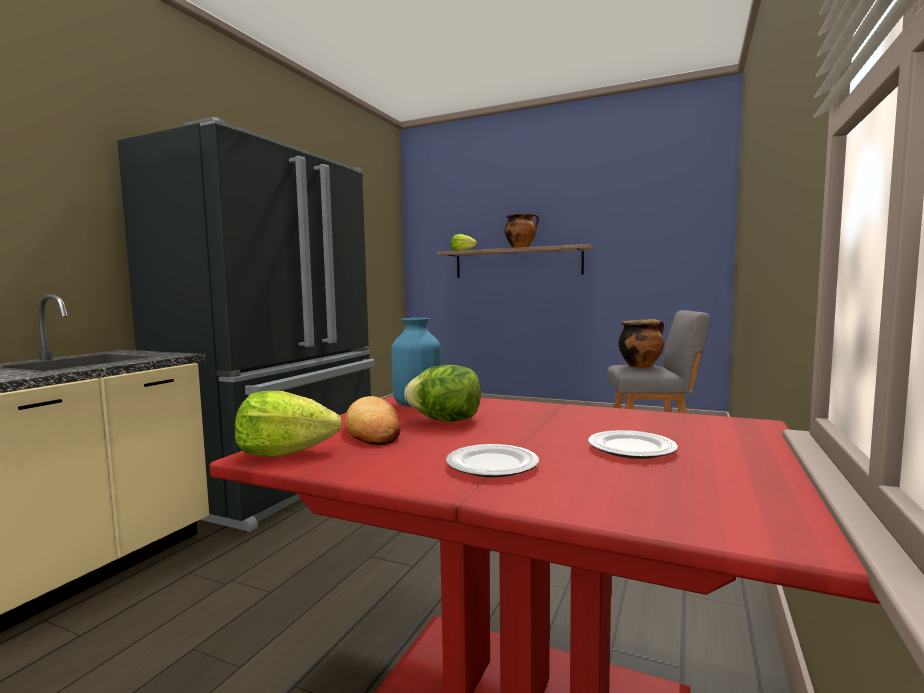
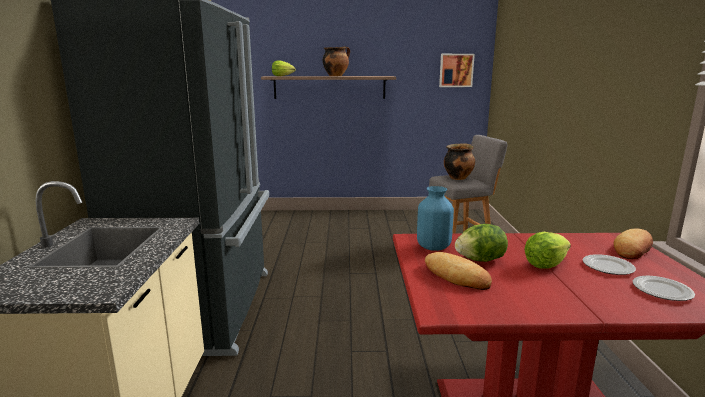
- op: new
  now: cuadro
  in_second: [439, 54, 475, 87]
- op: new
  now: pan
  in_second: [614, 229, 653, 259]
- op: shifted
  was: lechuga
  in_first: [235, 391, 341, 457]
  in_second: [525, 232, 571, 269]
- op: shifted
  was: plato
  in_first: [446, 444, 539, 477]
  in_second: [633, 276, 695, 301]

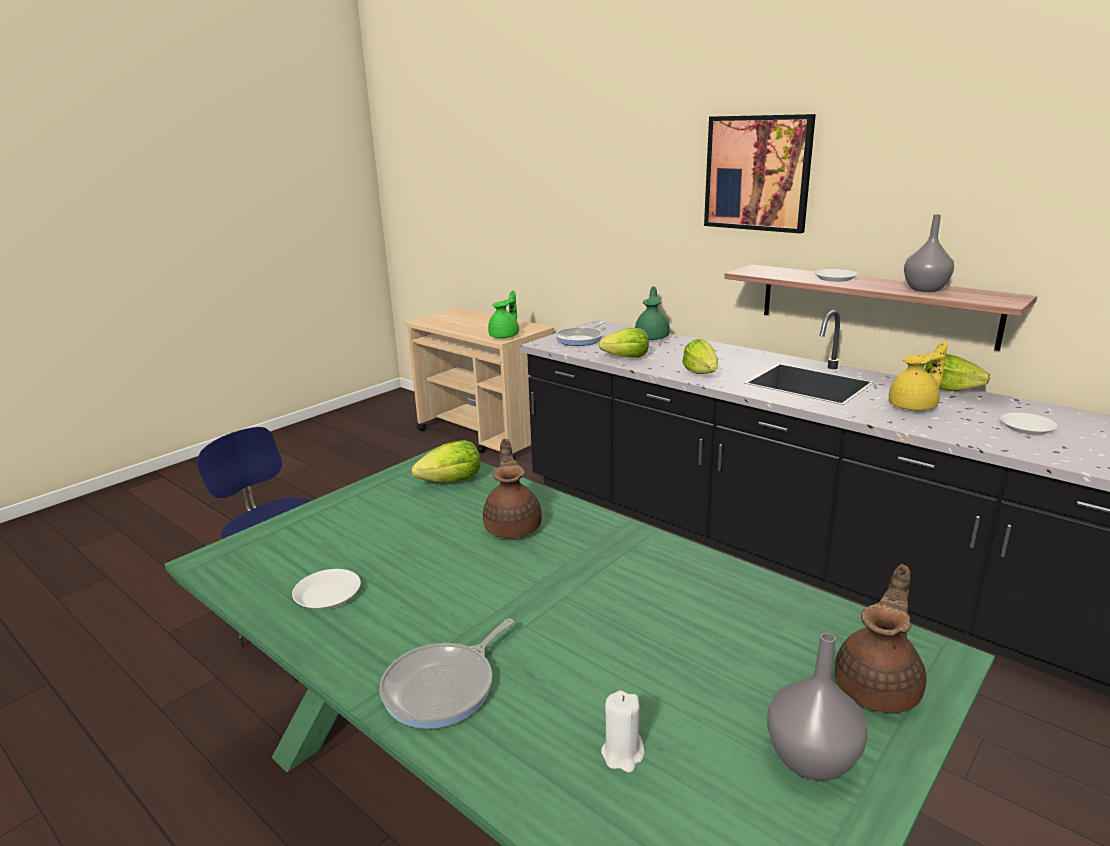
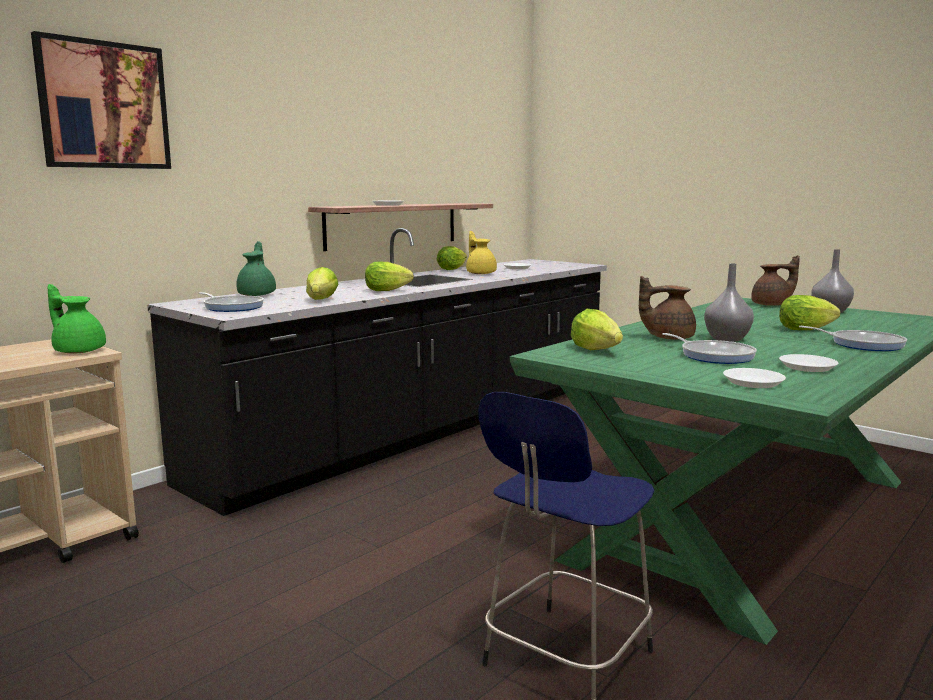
- op: gone
  was: vela (blanco)
  in_first: [601, 690, 644, 772]
- op: new
  now: sartén
  in_second: [662, 333, 757, 364]
- op: new
  now: plato (blanco)
  in_second: [723, 368, 786, 388]
- op: new
  now: lechuga
  in_second: [779, 295, 840, 330]
- op: shifted
  was: cuadro
  in_first: [704, 114, 816, 234]
  in_second: [31, 31, 171, 169]
- op: shifted
  was: florero (gris)
  in_first: [904, 214, 954, 292]
  in_second: [704, 263, 754, 342]
- op: rotated
  was: tetera (verde)
  in_first: [635, 286, 670, 340]
  in_second: [236, 241, 276, 296]
  clockwise: 75
- op: rotated
  was: tetera (marrón)
  in_first: [835, 564, 927, 713]
  in_second: [751, 255, 800, 306]
  clockwise: 135

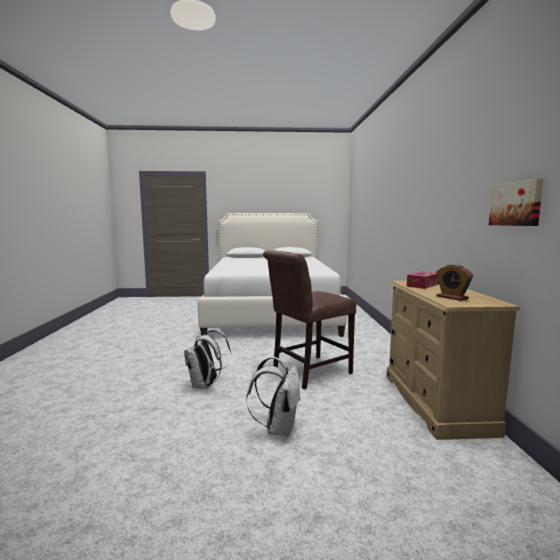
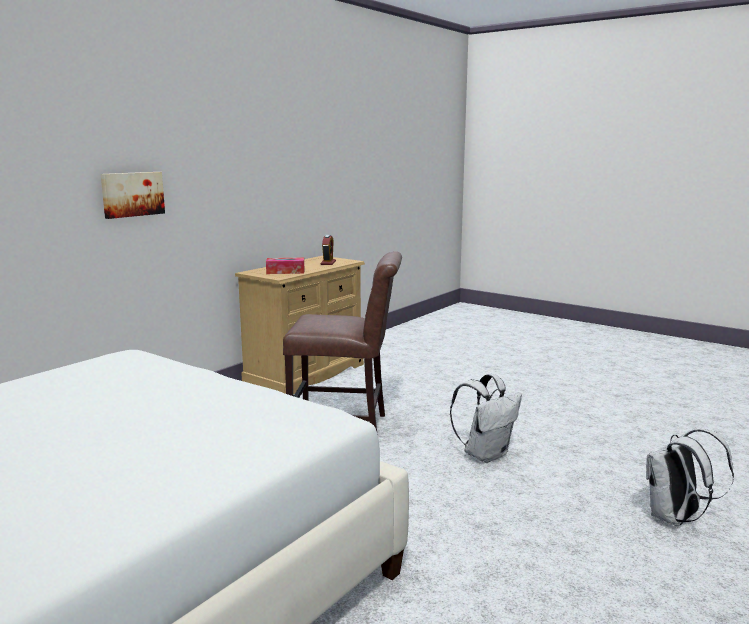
- op: shifted
  was: mochila (blanco)
  in_first: [246, 357, 301, 437]
  in_second: [646, 429, 734, 526]
- op: shifted
  was: cuadro
  in_first: [489, 179, 544, 226]
  in_second: [101, 172, 165, 219]

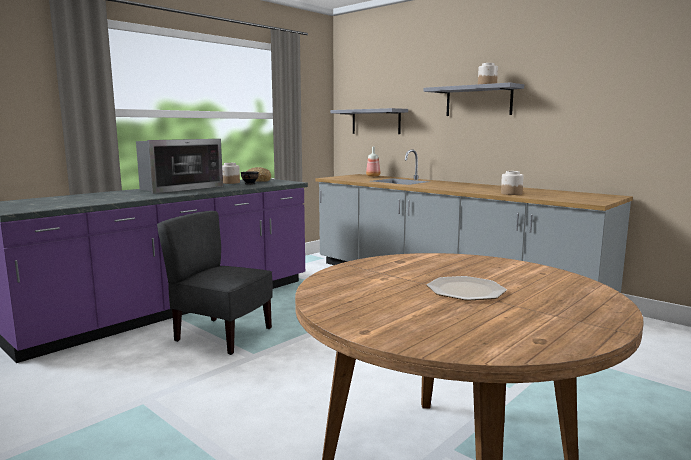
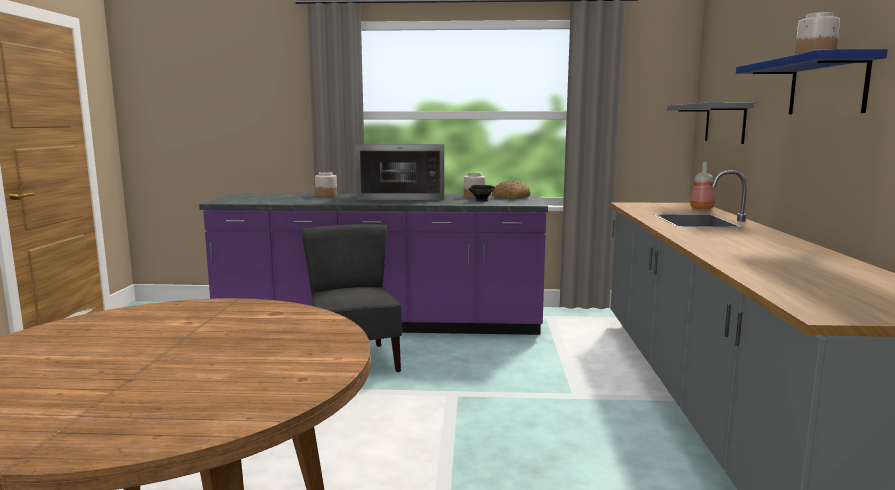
- op: gone
  was: plato
  in_first: [427, 276, 507, 301]
- op: shifted
  was: tarro
  in_first: [501, 171, 524, 195]
  in_second: [315, 172, 337, 197]
- op: repainted
  was: estante (gris)
  now: estante (azul)
  in_first: [424, 83, 524, 116]
  in_second: [736, 49, 888, 115]

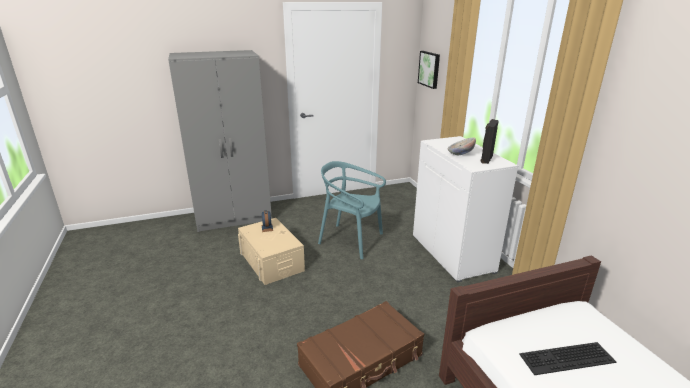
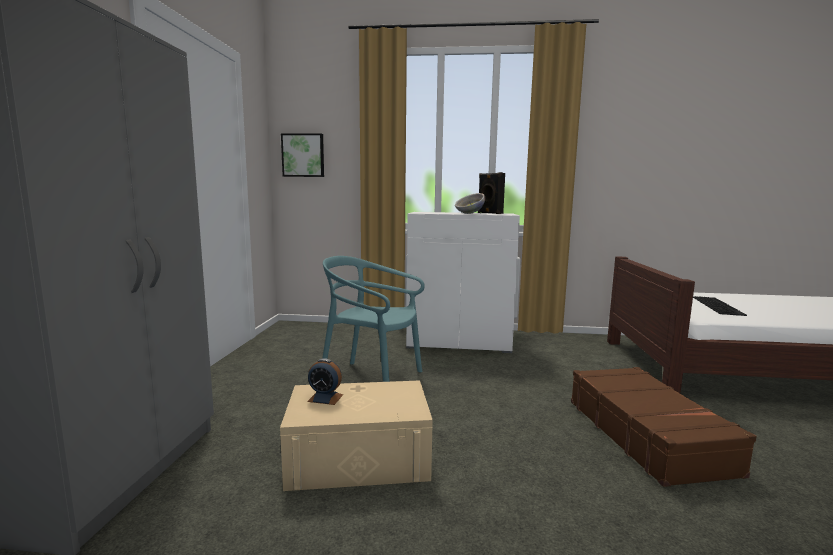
- op: rotated
  was: silla (turquesa)
  in_first: [318, 161, 386, 259]
  in_second: [322, 256, 425, 382]
  clockwise: 60

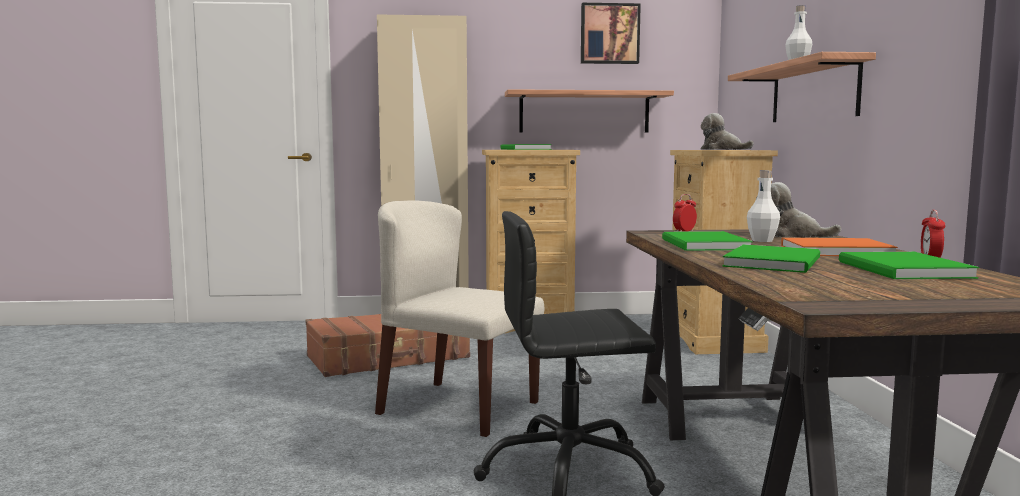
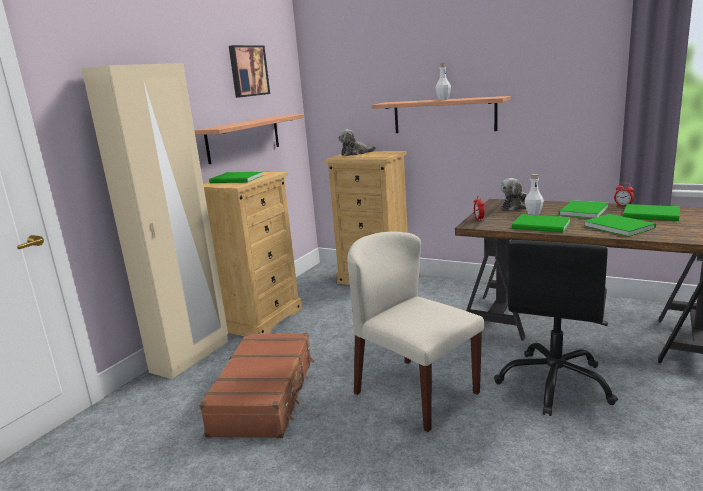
- op: repainted
  was: libro (naranja)
  now: libro (verde)
  in_first: [781, 238, 898, 256]
  in_second: [558, 200, 609, 218]
- op: rotated
  was: silla (beis)
  in_first: [375, 200, 544, 437]
  in_second: [347, 232, 484, 432]
  clockwise: 75

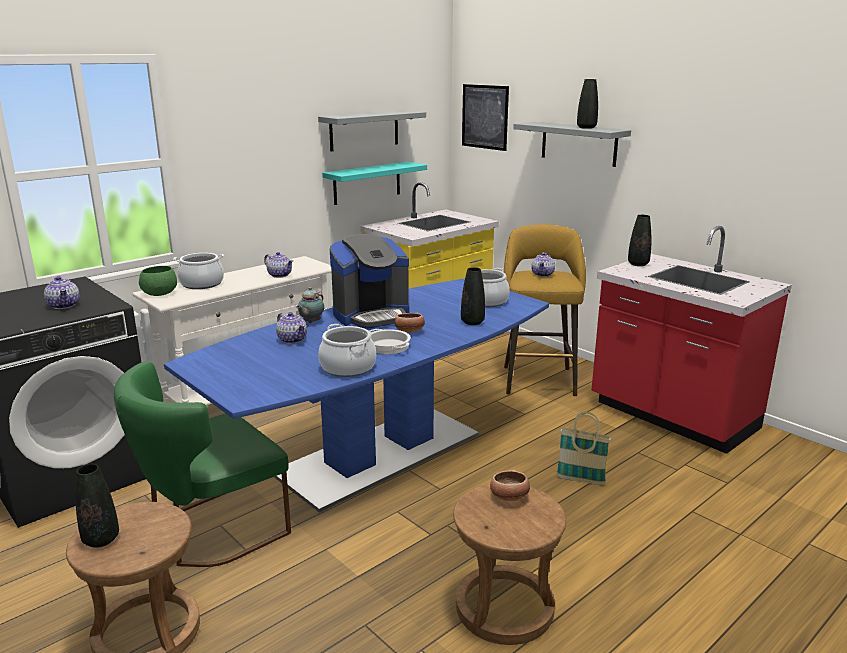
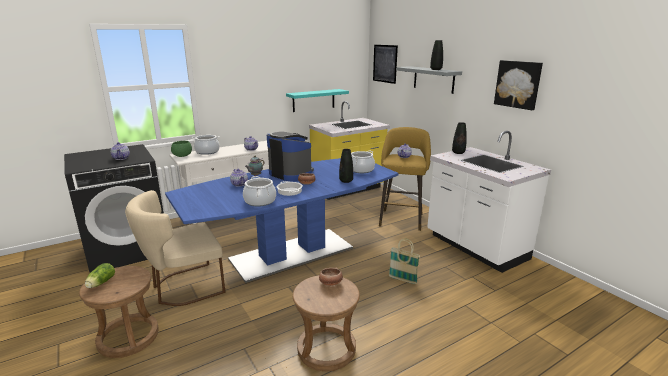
- op: gone
  was: estante (gris)
  in_first: [318, 110, 426, 151]
- op: new
  now: cuadro
  in_second: [494, 60, 543, 110]
- op: swapped
  was: florero (negro)
  now: lechuga
  in_first: [75, 464, 119, 548]
  in_second: [85, 263, 115, 288]
- op: repainted
  was: silla (verde)
  now: silla (beis)
  in_first: [114, 362, 291, 567]
  in_second: [125, 190, 225, 306]
- op: repainted
  was: mueble bajo de cocina (rojo)
  now: mueble bajo de cocina (blanco)
  in_first: [592, 226, 792, 454]
  in_second: [427, 131, 551, 273]
- op: rotated
  was: cafetera
  in_first: [330, 234, 409, 329]
  in_second: [267, 131, 314, 181]
  clockwise: -120

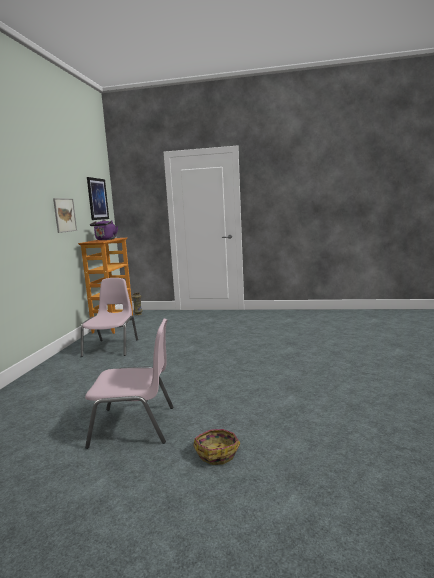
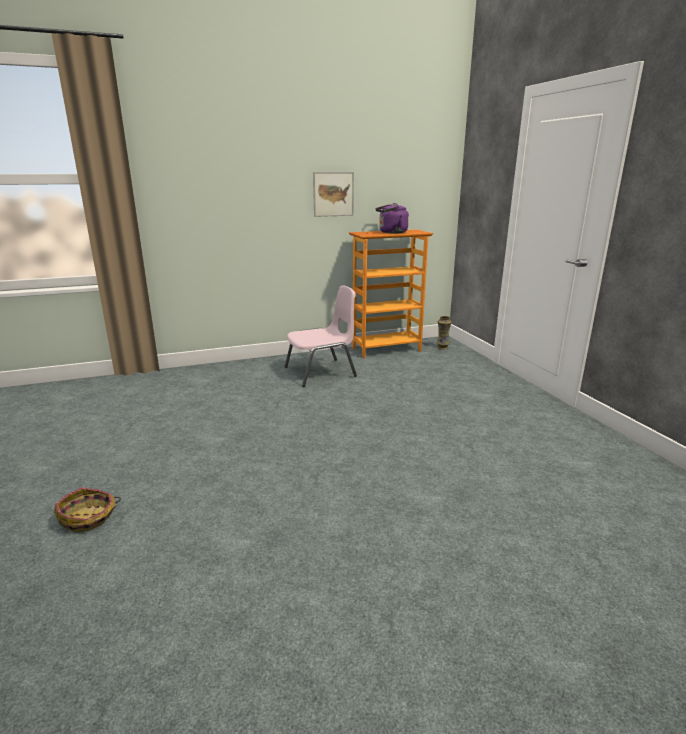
- op: gone
  was: silla (rosa)
  in_first: [85, 318, 174, 449]
- op: gone
  was: cuadro
  in_first: [87, 177, 109, 220]

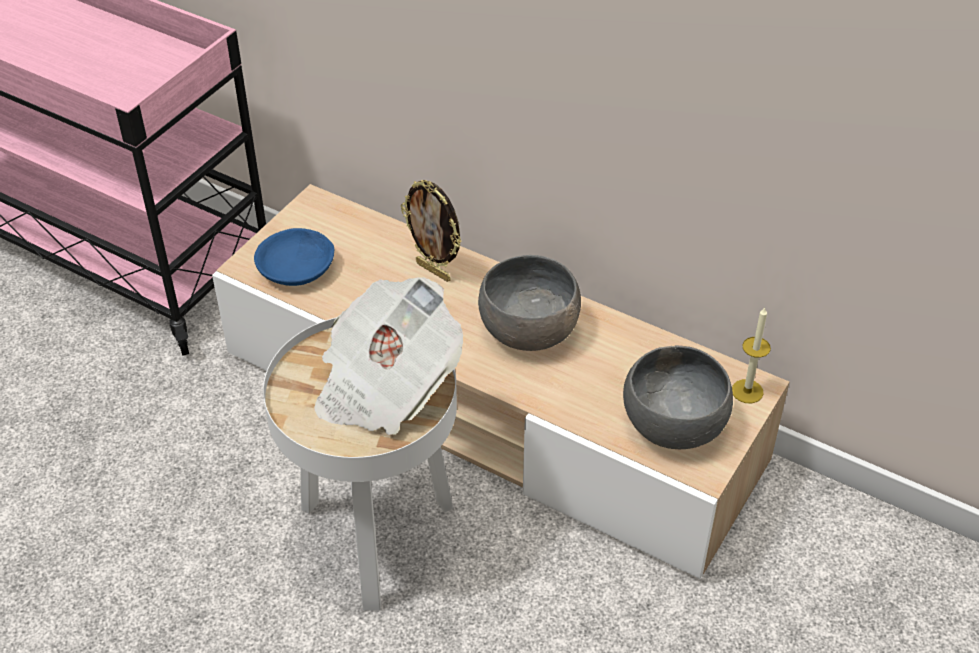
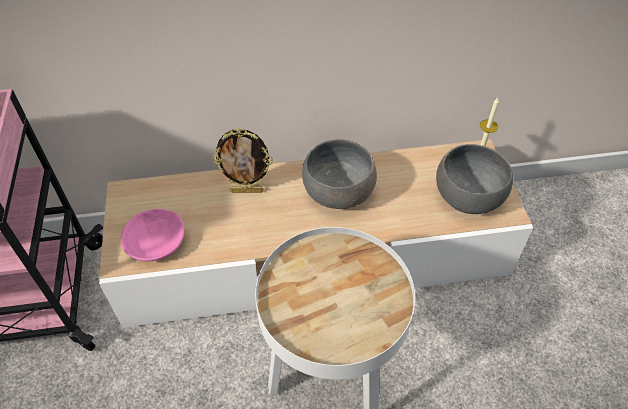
- op: gone
  was: periódico
  in_first: [314, 277, 463, 435]
- op: repainted
  was: cuenco (azul)
  now: cuenco (rosa)
  in_first: [254, 228, 334, 286]
  in_second: [121, 209, 185, 261]

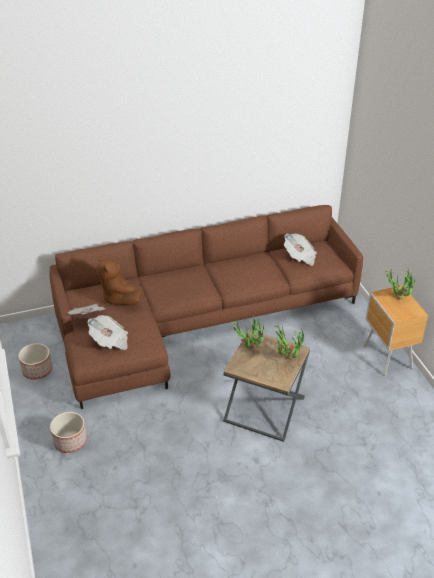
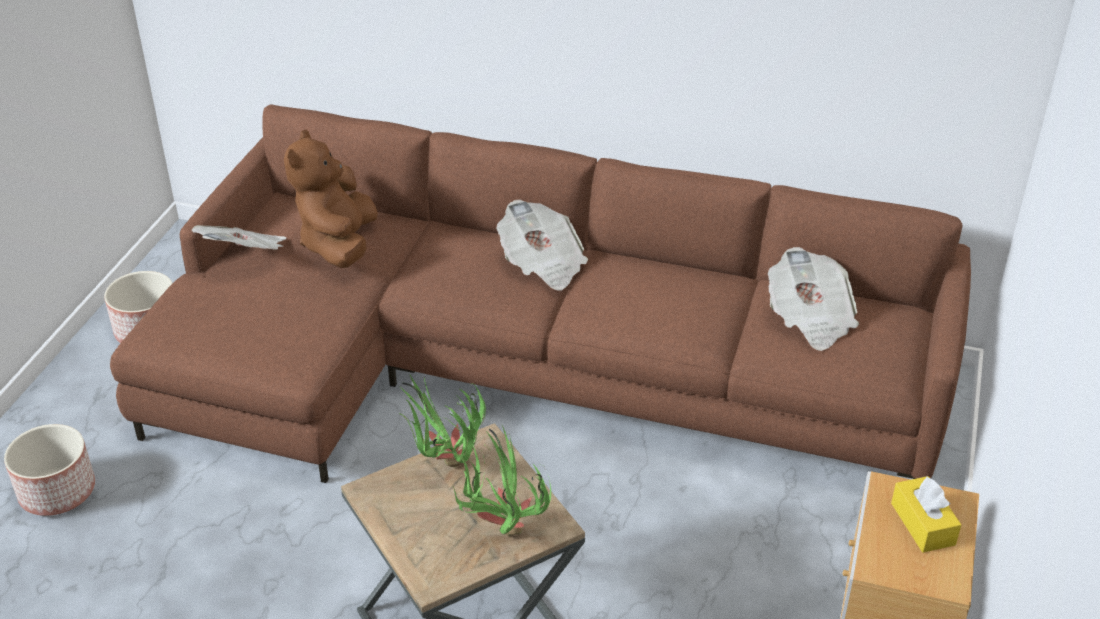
- op: shifted
  was: periódico
  in_first: [87, 315, 128, 350]
  in_second: [496, 199, 588, 290]
- op: swapped
  was: planta en maceta
  now: caja de pañuelos (amarillo)
  in_first: [385, 268, 415, 299]
  in_second: [891, 476, 961, 553]

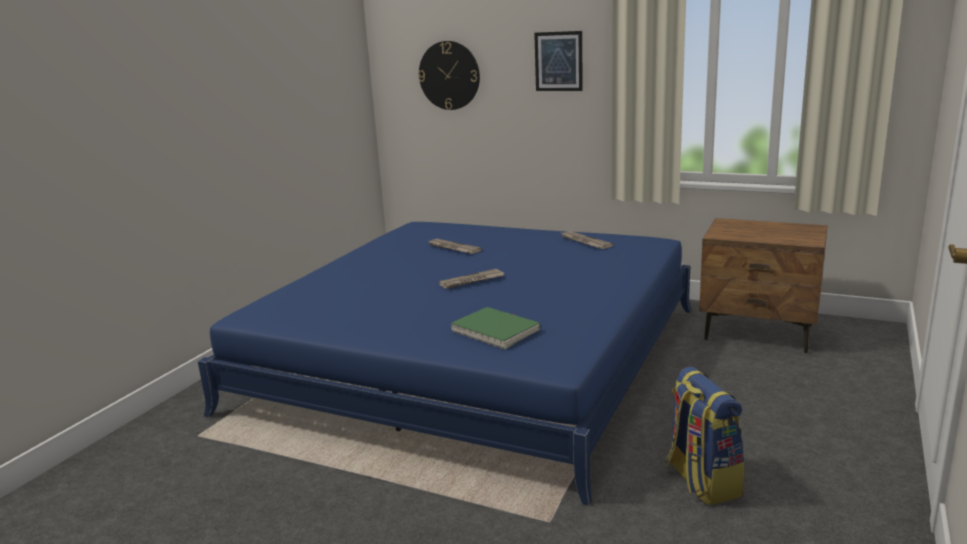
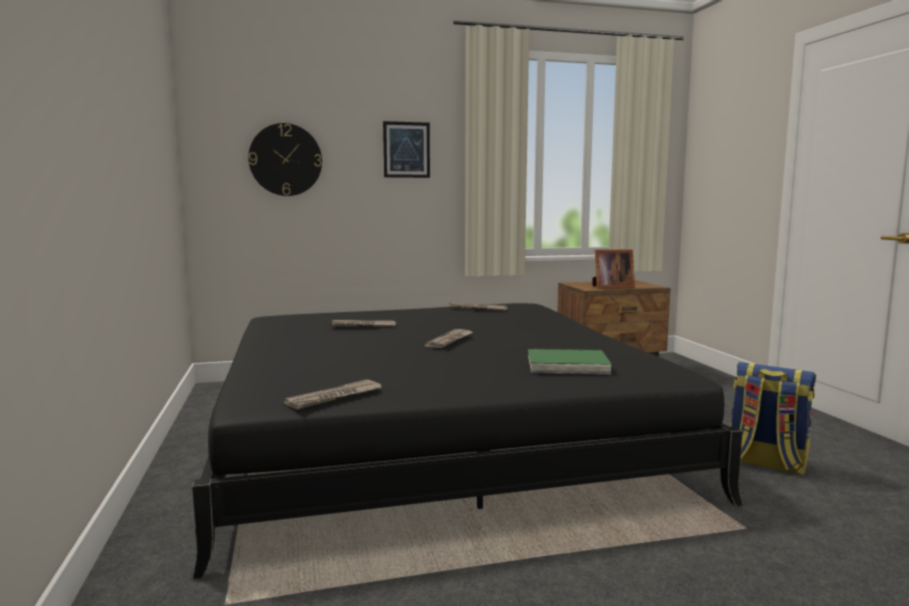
- op: new
  now: periódico
  in_second: [284, 380, 382, 410]
- op: new
  now: portarretratos
  in_second: [592, 249, 635, 289]
- op: repainted
  was: cama (azul)
  now: cama (negro)
  in_first: [198, 222, 692, 506]
  in_second: [192, 303, 743, 580]

